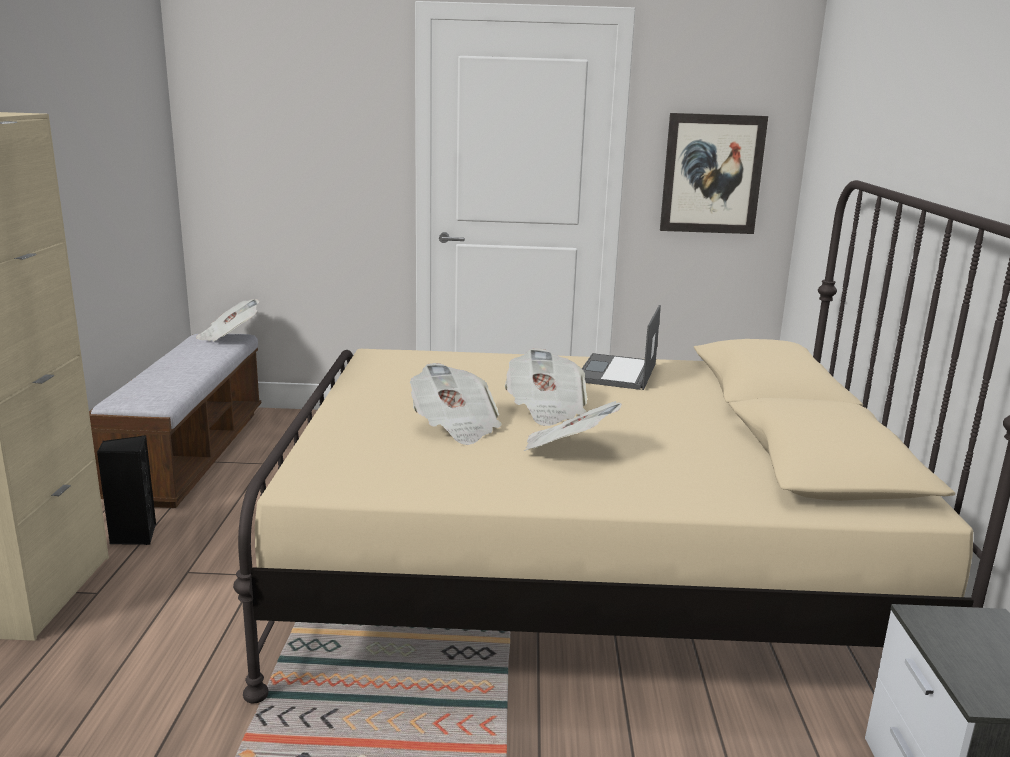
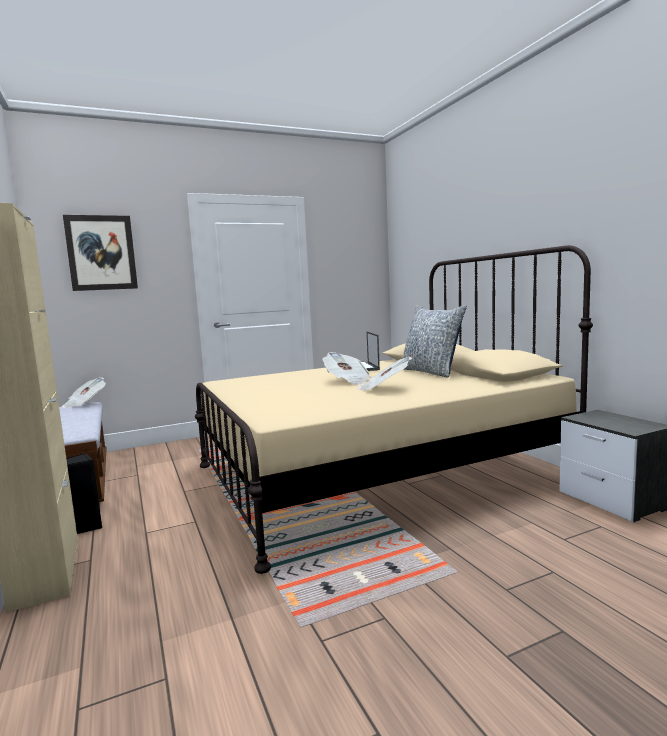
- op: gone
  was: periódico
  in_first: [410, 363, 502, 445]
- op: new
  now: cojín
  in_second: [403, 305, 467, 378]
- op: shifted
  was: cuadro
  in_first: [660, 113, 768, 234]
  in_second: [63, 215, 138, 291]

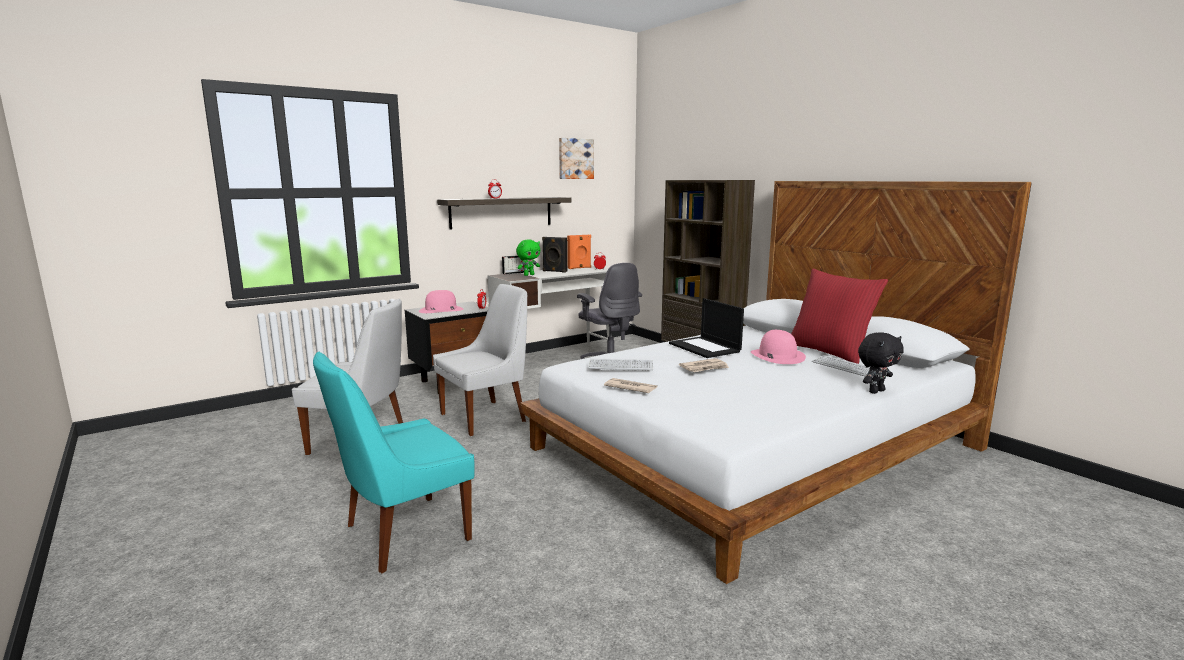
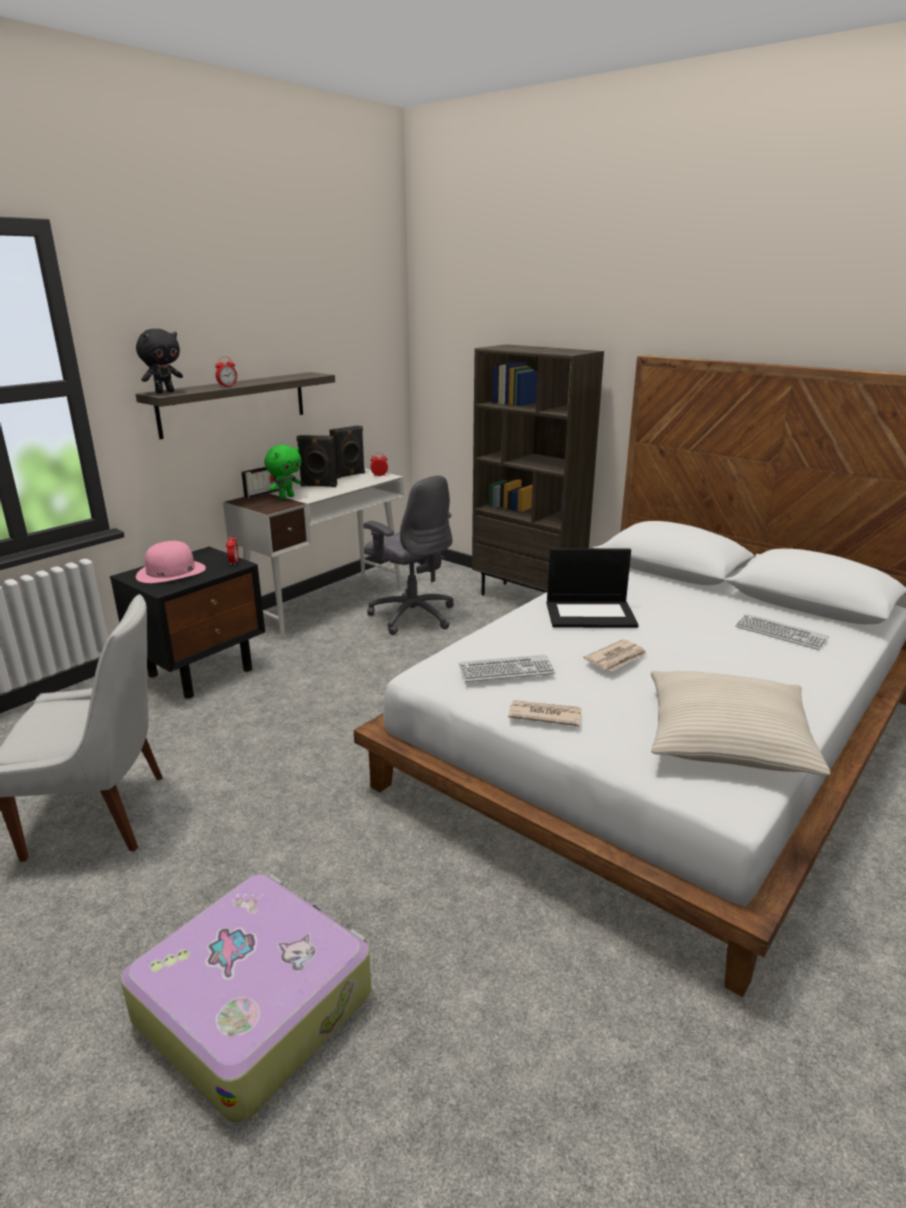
- op: gone
  was: silla (blanco)
  in_first: [433, 284, 527, 436]
- op: gone
  was: cuadro
  in_first: [559, 138, 594, 179]
- op: gone
  was: sombrero (rosa)
  in_first: [751, 330, 806, 364]
- op: gone
  was: cojín (rojo)
  in_first: [791, 269, 888, 364]
- op: new
  now: cojín (beis)
  in_second: [651, 671, 831, 776]
- op: shifted
  was: peluche (negro)
  in_first: [858, 332, 904, 394]
  in_second: [136, 329, 183, 394]
- op: swapped
  was: silla (turquesa)
  now: maleta
  in_first: [313, 352, 474, 573]
  in_second: [121, 874, 372, 1123]
- op: repainted
  was: altavoz (naranja)
  now: altavoz (negro)
  in_first: [567, 235, 591, 269]
  in_second: [330, 425, 365, 479]
- op: rotated
  was: portátil
  in_first: [669, 298, 744, 358]
  in_second: [546, 548, 639, 628]
  clockwise: -45

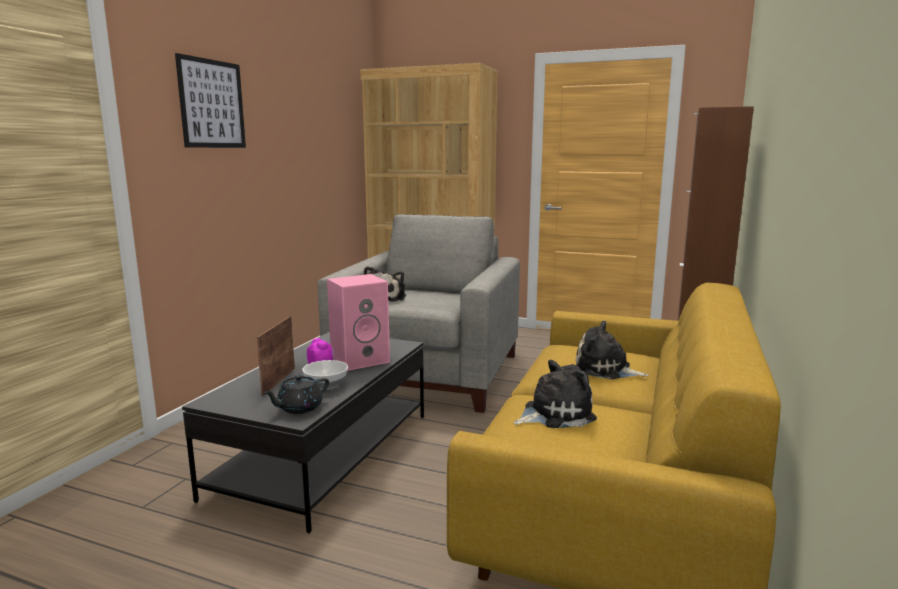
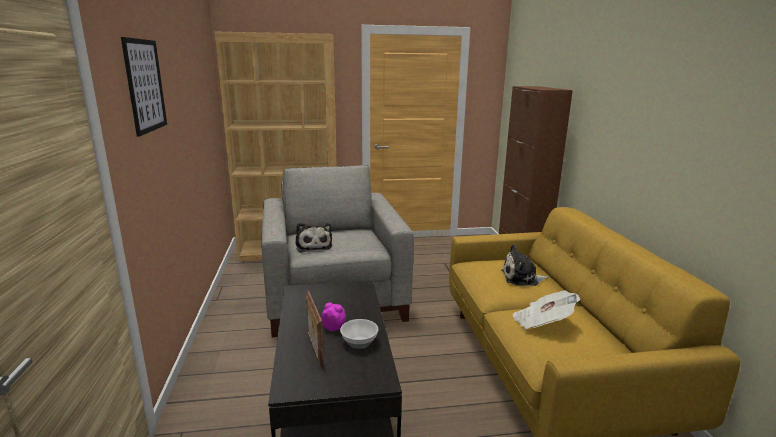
- op: gone
  was: tetera (negro)
  in_first: [263, 375, 329, 414]
- op: gone
  was: altavoz (rosa)
  in_first: [327, 274, 390, 371]
- op: swapped
  was: peluche
  now: periódico
  in_first: [514, 360, 597, 428]
  in_second: [512, 290, 580, 330]

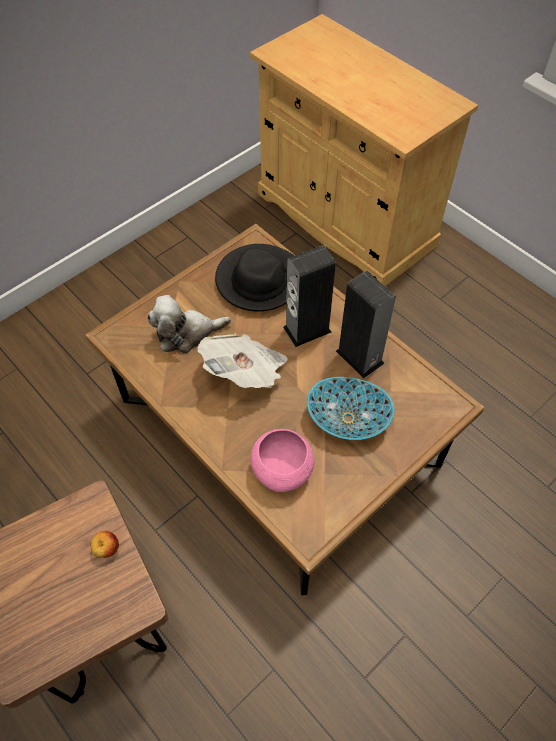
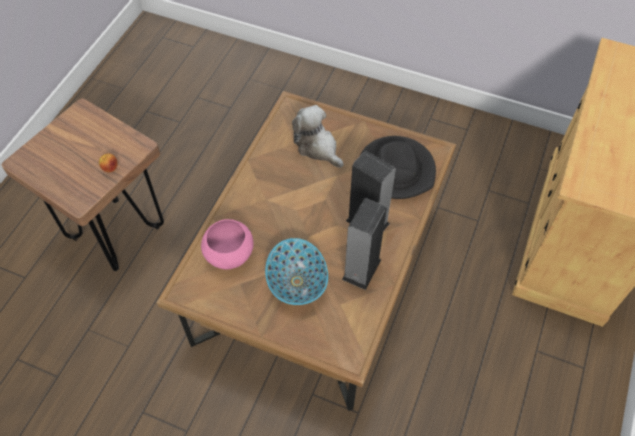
- op: gone
  was: periódico
  in_first: [198, 334, 288, 388]

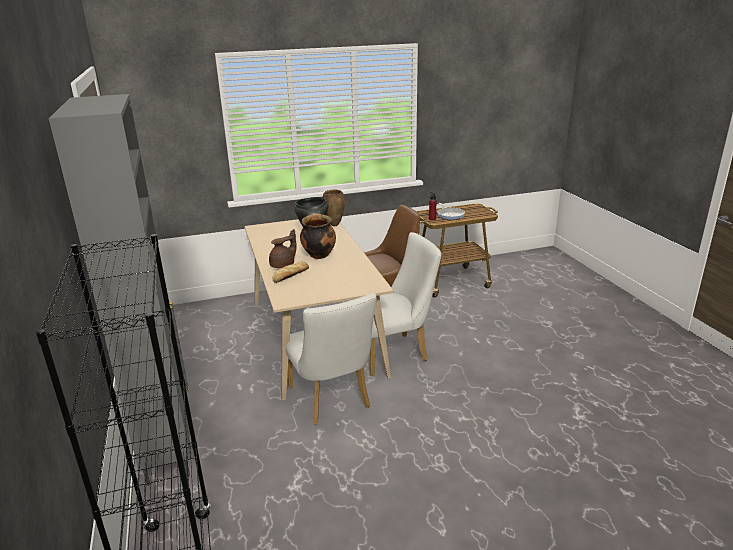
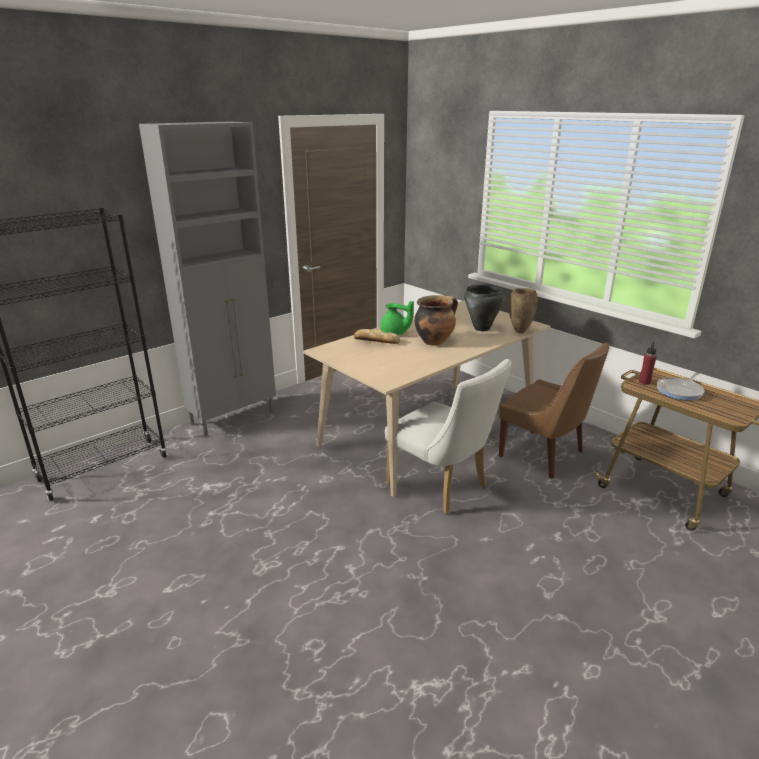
- op: gone
  was: silla (blanco)
  in_first: [286, 293, 377, 424]
- op: repainted
  was: tetera (marrón)
  now: tetera (verde)
  in_first: [269, 229, 297, 268]
  in_second: [381, 301, 414, 335]

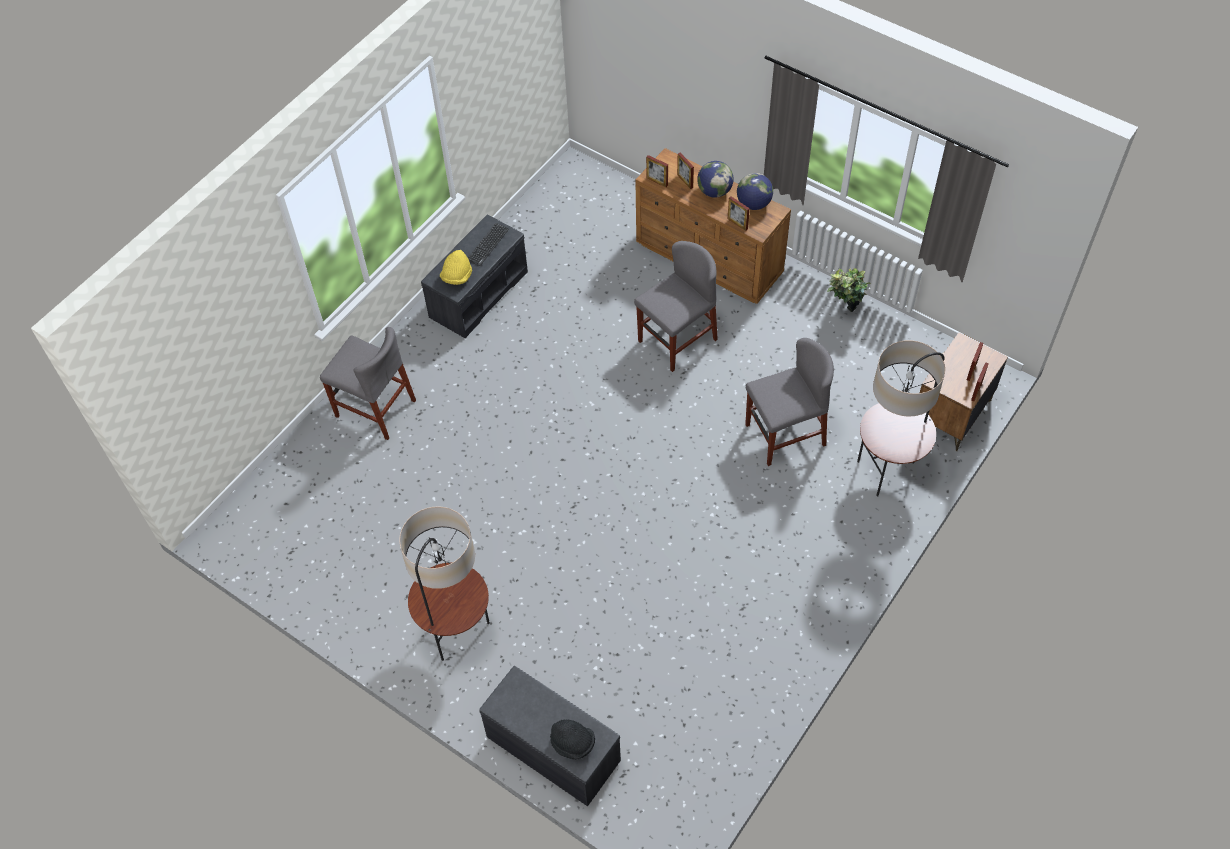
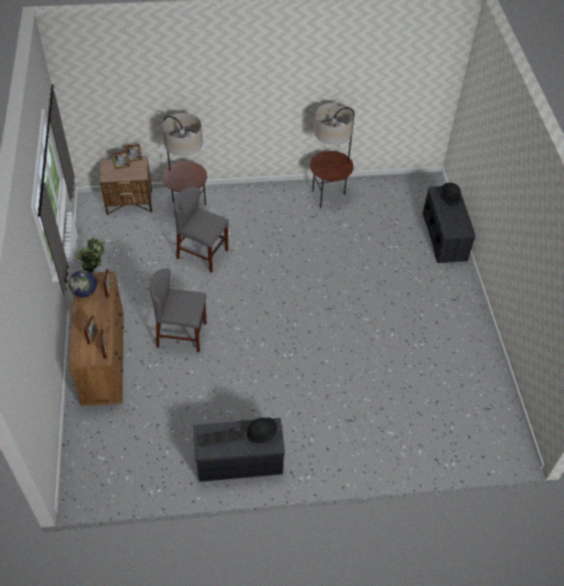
- op: gone
  was: silla (gris)
  in_first: [320, 327, 416, 440]
- op: gone
  was: globo terráqueo
  in_first: [697, 161, 734, 198]
- op: shifted
  was: lámpara de pie
  in_first: [399, 506, 490, 661]
  in_second: [310, 103, 355, 209]
- op: repainted
  was: sombrero (amarillo)
  now: sombrero (negro)
  in_first: [440, 250, 472, 285]
  in_second: [247, 417, 277, 443]

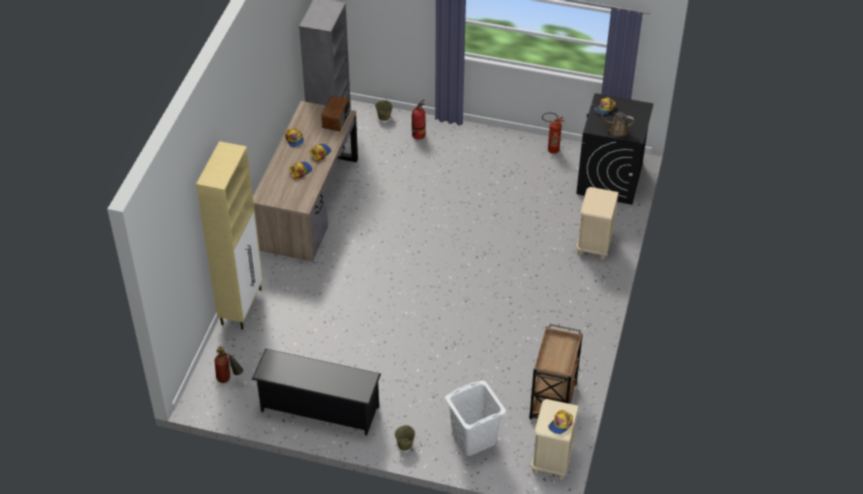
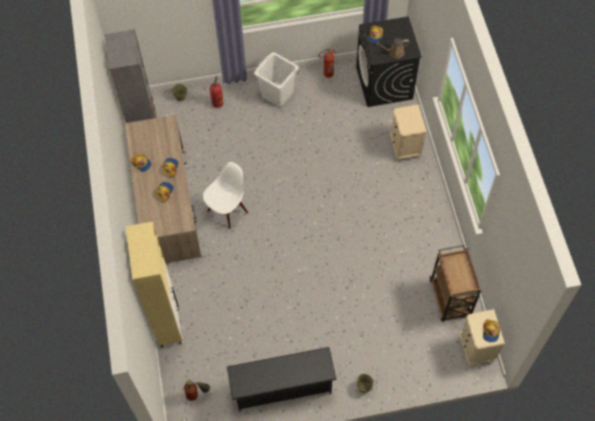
- op: gone
  was: radio
  in_first: [321, 96, 350, 131]
- op: new
  now: silla (blanco)
  in_second: [203, 162, 248, 229]
- op: shifted
  was: cesto de la ropa (blanco)
  in_first: [445, 381, 506, 456]
  in_second: [254, 52, 299, 107]

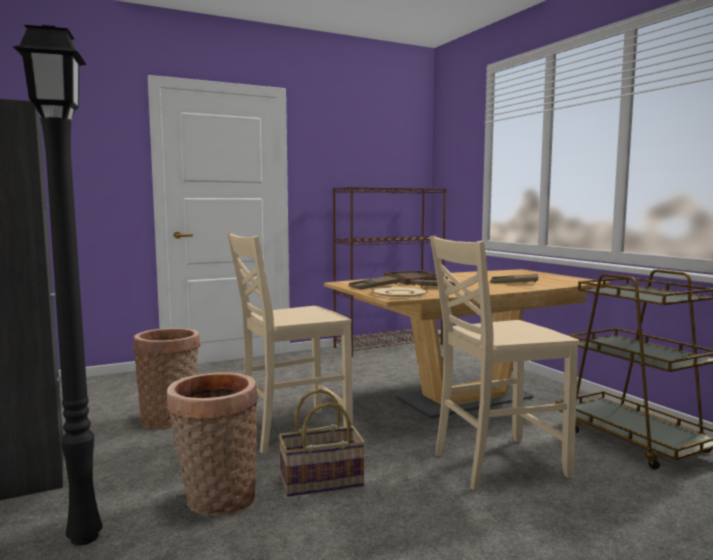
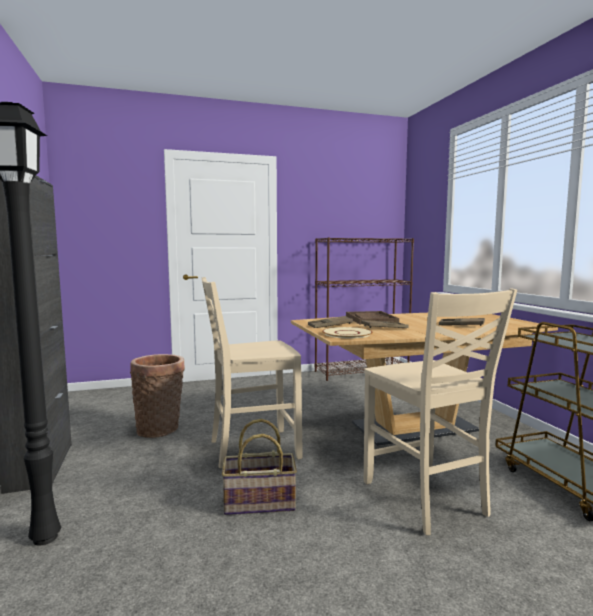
- op: gone
  was: cesta
  in_first: [166, 372, 258, 516]
- op: rotated
  was: silla (beis)
  in_first: [430, 235, 579, 490]
  in_second: [364, 288, 517, 535]
  clockwise: -105

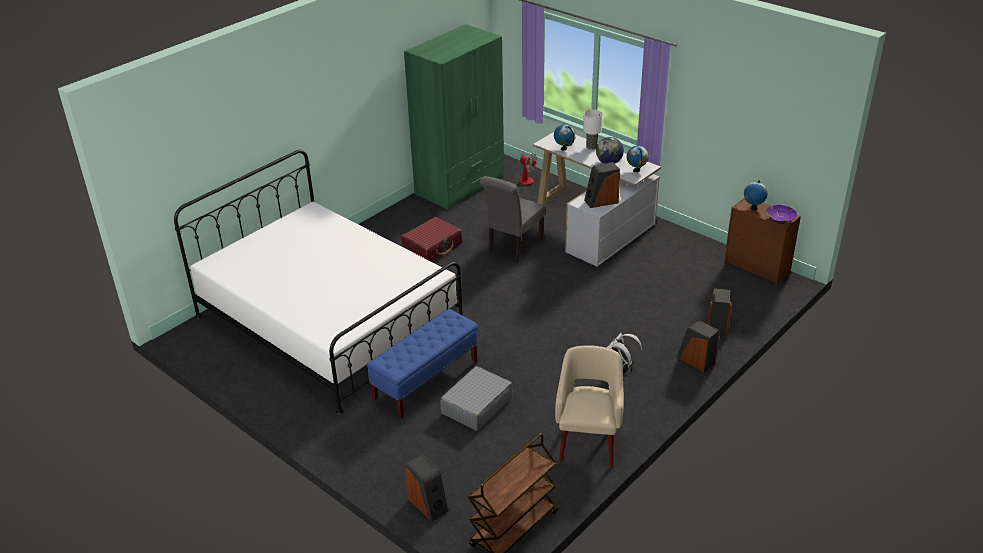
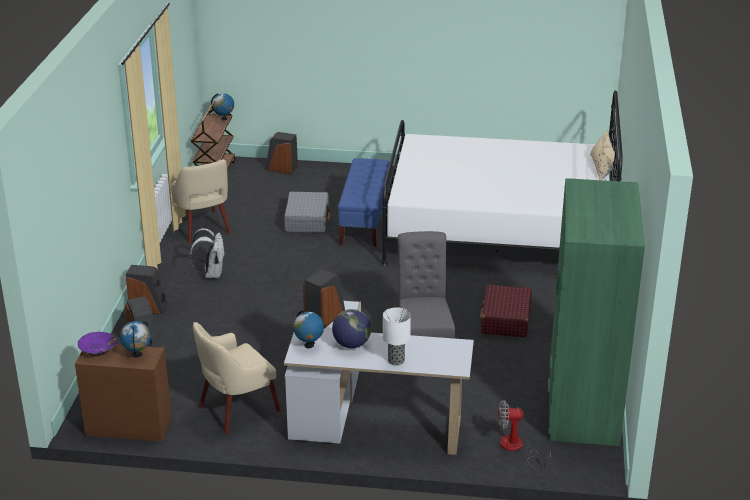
- op: new
  now: sillón (beis)
  in_second: [193, 322, 280, 434]
- op: new
  now: cojín (beis)
  in_second: [590, 130, 615, 180]
- op: shifted
  was: globo terráqueo
  in_first: [554, 124, 575, 150]
  in_second: [211, 93, 234, 120]

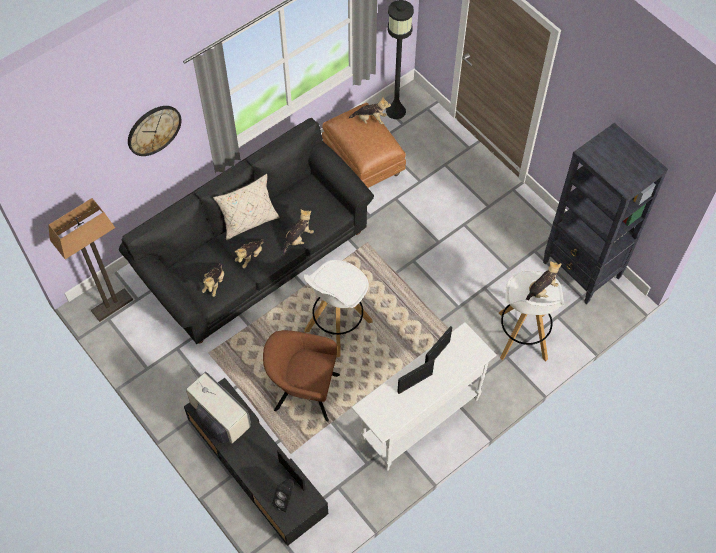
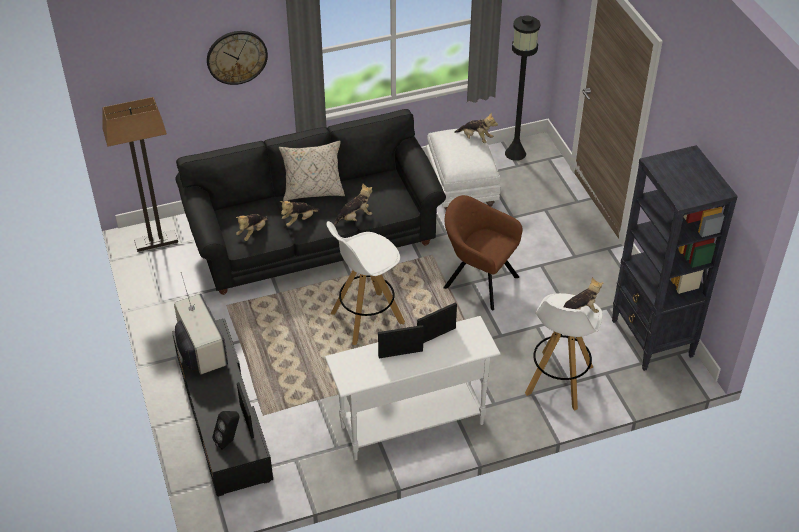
- op: shifted
  was: sillón (marrón)
  in_first: [263, 330, 340, 422]
  in_second: [443, 195, 523, 311]
- op: repainted
  was: puf (marrón)
  now: puf (blanco)
  in_first: [322, 103, 406, 188]
  in_second: [426, 128, 501, 210]

